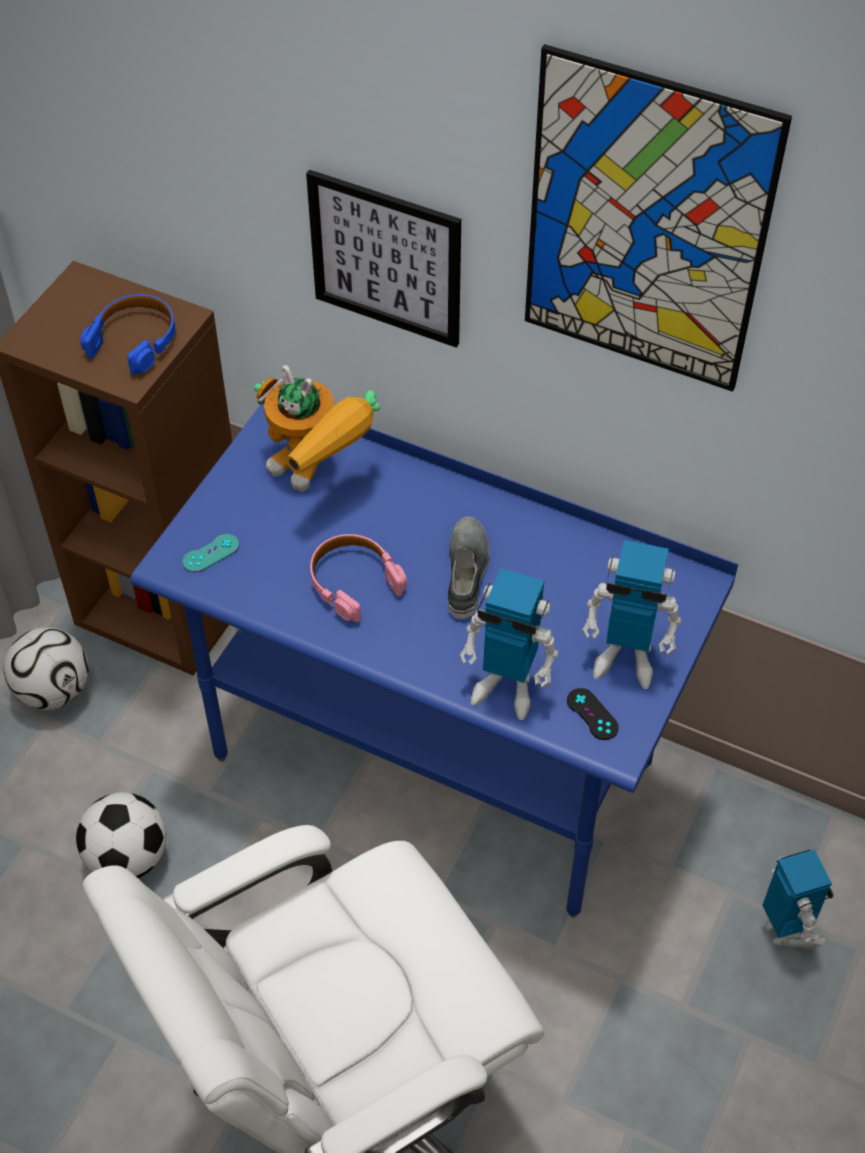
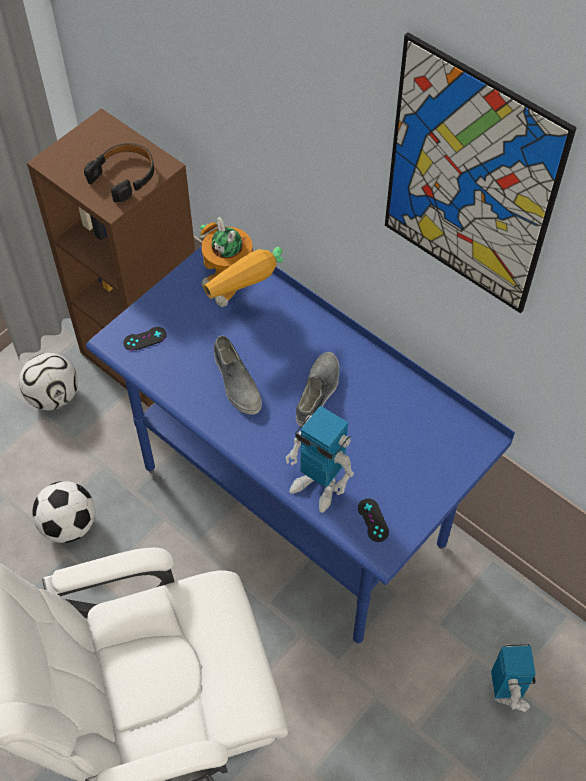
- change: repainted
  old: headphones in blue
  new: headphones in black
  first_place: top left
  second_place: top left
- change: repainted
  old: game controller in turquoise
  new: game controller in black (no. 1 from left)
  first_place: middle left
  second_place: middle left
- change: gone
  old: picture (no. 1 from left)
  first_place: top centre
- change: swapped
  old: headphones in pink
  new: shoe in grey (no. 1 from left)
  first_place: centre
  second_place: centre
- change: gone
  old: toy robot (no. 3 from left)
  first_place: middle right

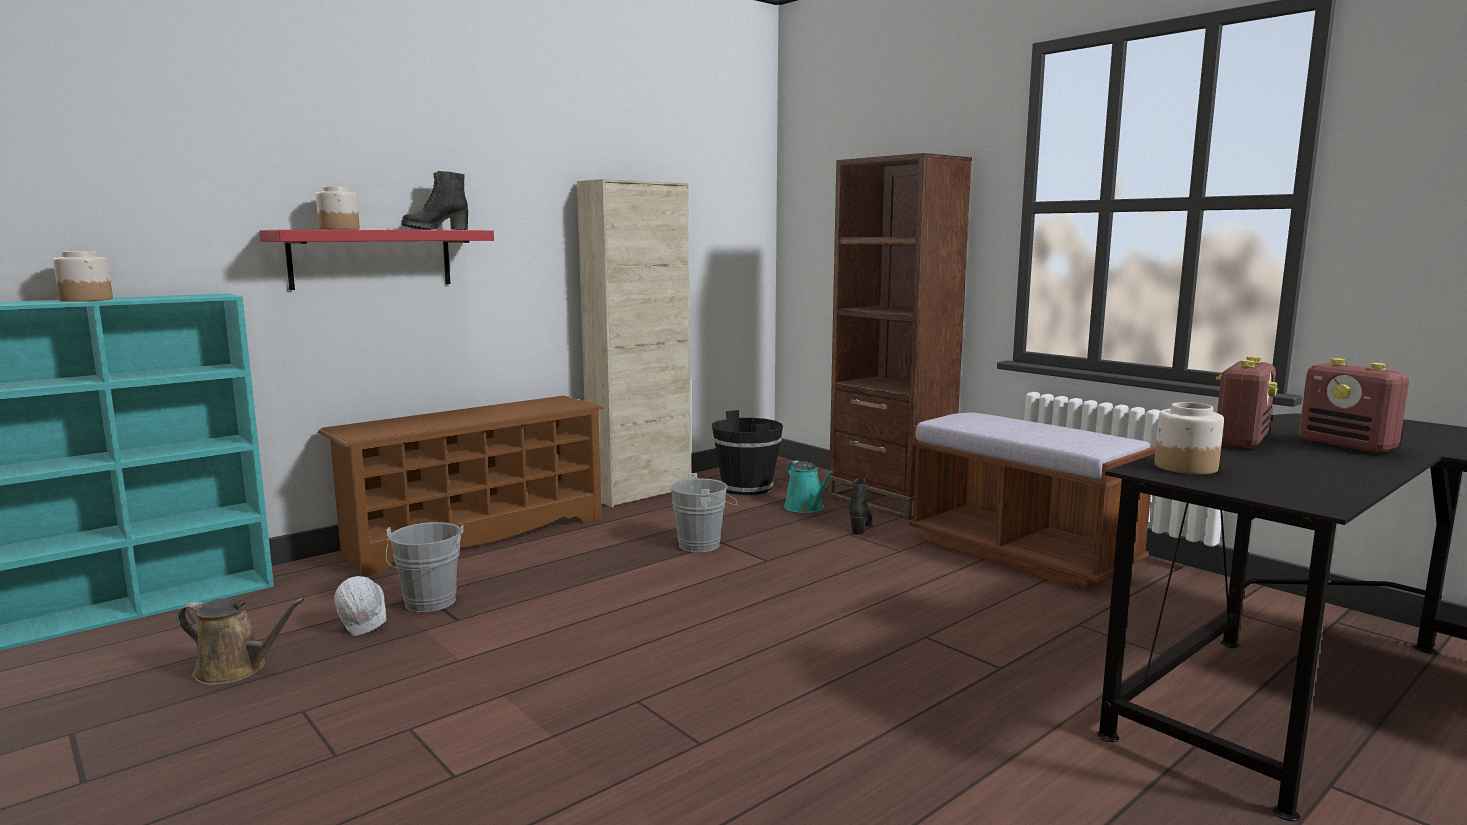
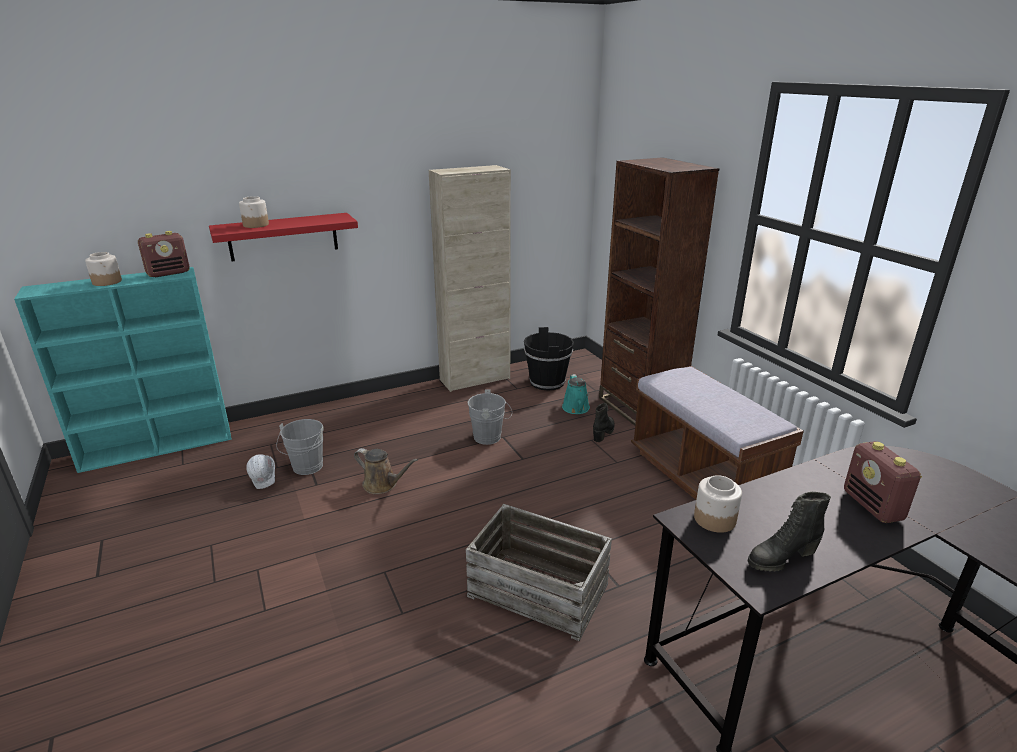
- change: shifted
  old: watering can in brown
  first_place: bottom left
  second_place: centre
- change: gone
  old: shoe rack in brown
  first_place: middle left
- change: shifted
  old: boot in black (no. 1 from left in the first image)
  new: boot in black (no. 2 from left)
  first_place: top left
  second_place: bottom right
- change: shifted
  old: radio (no. 1 from left)
  first_place: middle right
  second_place: middle left
- change: new
  new: crate
  second_place: bottom centre

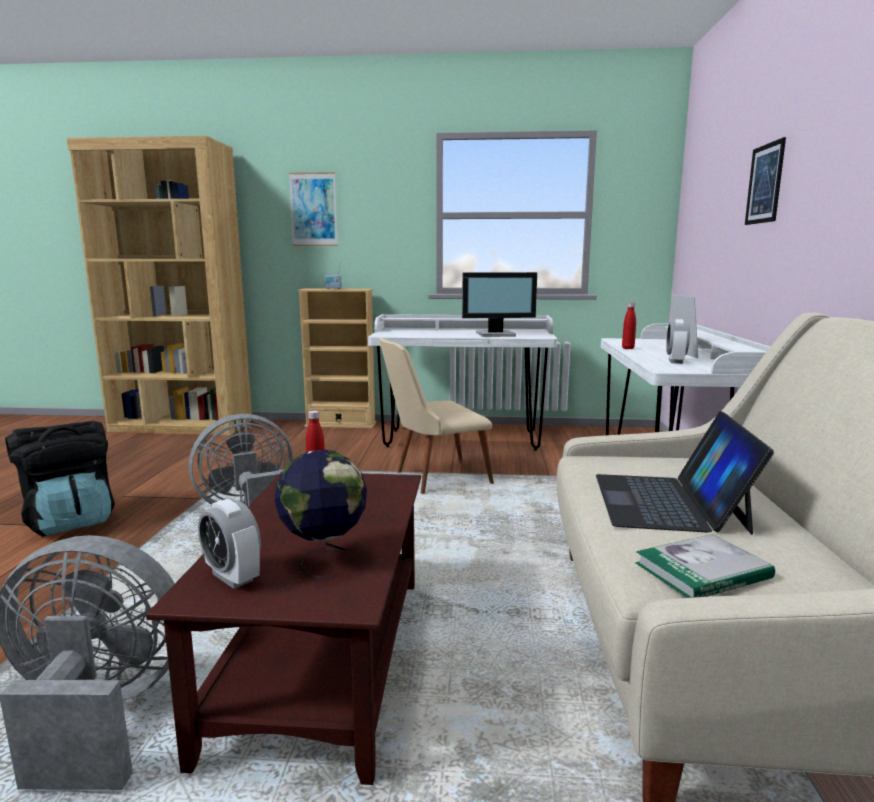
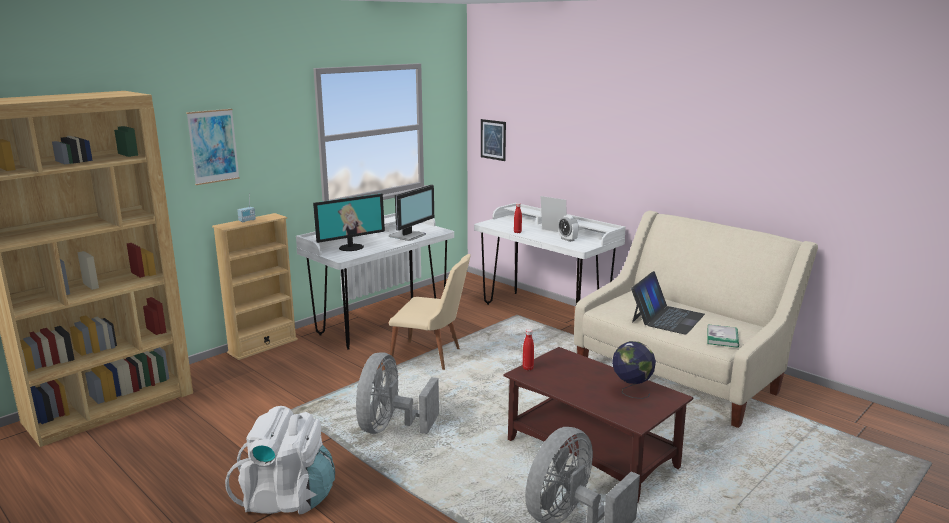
- change: repainted
  old: backpack in black
  new: backpack in white
  first_place: middle left
  second_place: bottom left
- change: gone
  old: alarm clock (no. 1 from left)
  first_place: bottom left
- change: rotated
  old: chair in beige
  first_place: centre
  second_place: centre
  degrees: -90
- change: rotated
  old: laptop
  first_place: middle right
  second_place: middle right
  degrees: -105
- change: shifted
  old: picture (no. 2 from left)
  first_place: top right
  second_place: top centre
- change: new
  new: monitor (no. 1 from left)
  second_place: centre

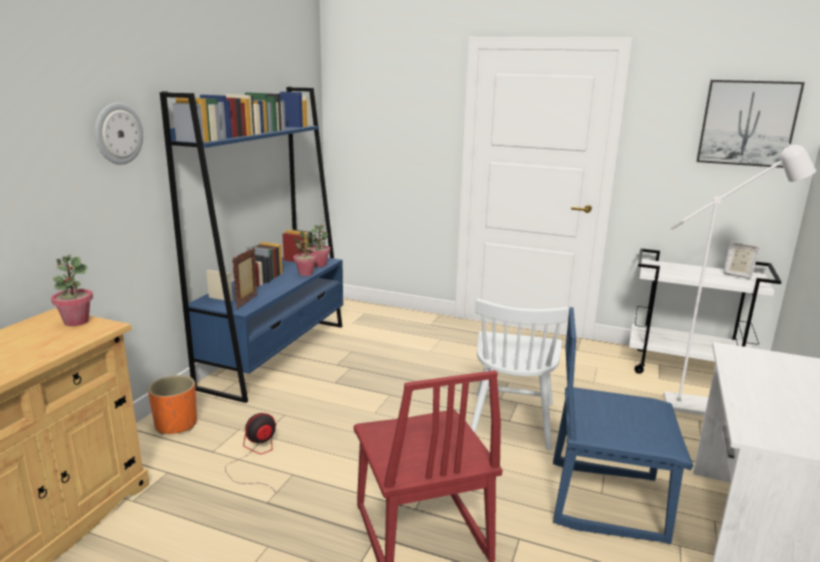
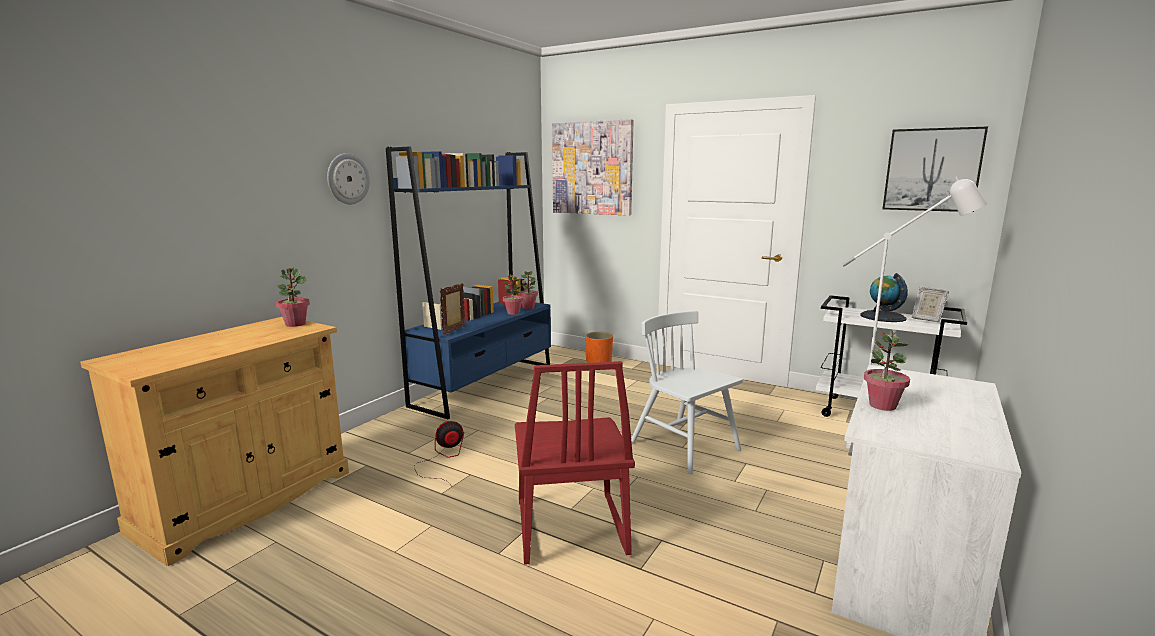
- change: shifted
  old: planter in orange
  first_place: bottom left
  second_place: centre
- change: rotated
  old: chair in white
  first_place: centre
  second_place: centre
  degrees: 120
- change: gone
  old: chair in blue
  first_place: bottom right
- change: new
  new: picture (no. 1 from left)
  second_place: top centre
- change: new
  new: globe
  second_place: middle right
- change: new
  new: potted plant (no. 4 from left)
  second_place: middle right

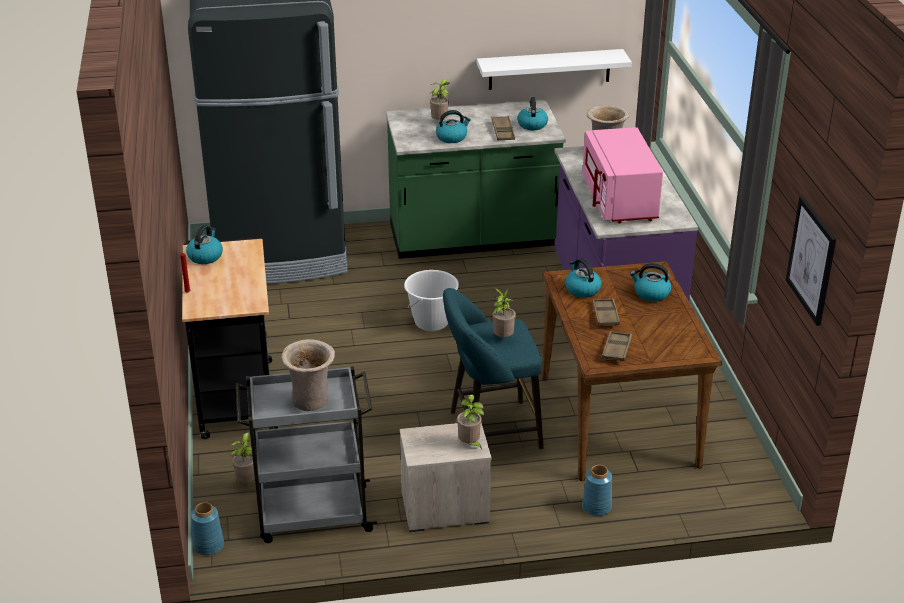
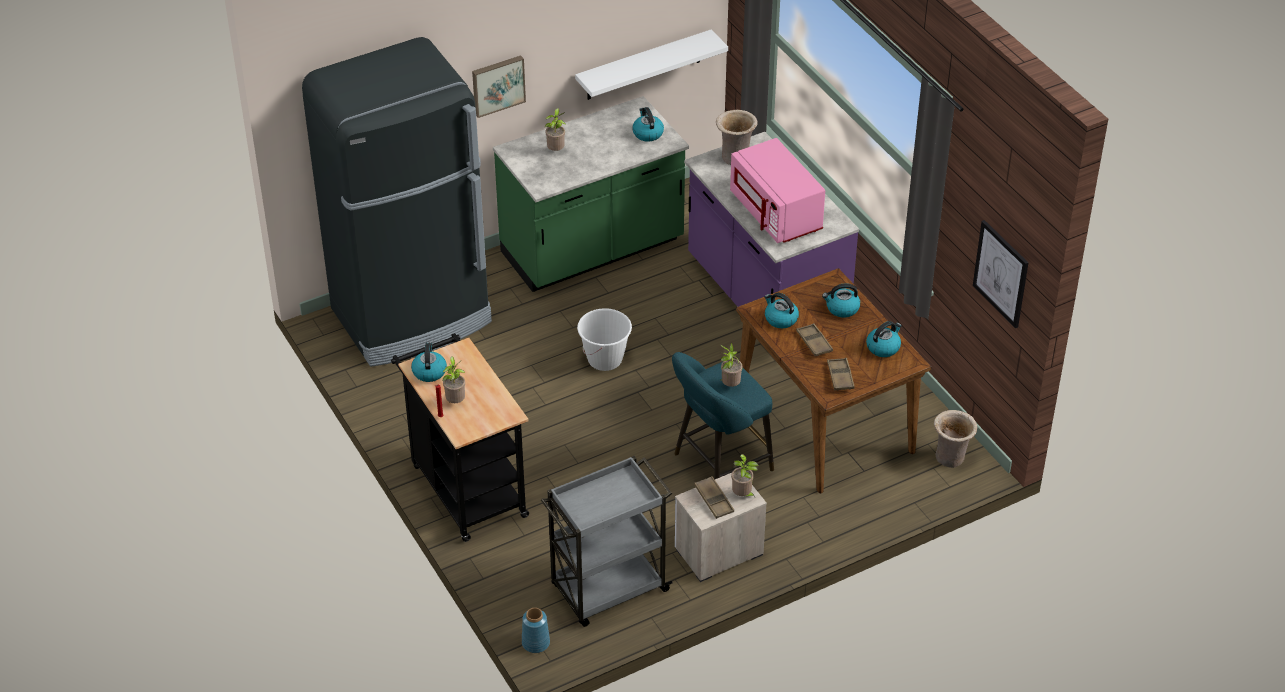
- change: shifted
  old: potted plant (no. 1 from left)
  first_place: bottom left
  second_place: centre
- change: shifted
  old: vase in beige (no. 1 from left in the first image)
  new: vase in beige (no. 2 from left)
  first_place: centre
  second_place: middle right
- change: shifted
  old: kettle (no. 2 from left in the first image)
  new: kettle (no. 5 from left)
  first_place: top centre
  second_place: middle right
- change: shifted
  old: tray in brown (no. 1 from left)
  first_place: top centre
  second_place: bottom centre
- change: gone
  old: vase in blue (no. 2 from left)
  first_place: bottom centre
- change: new
  new: picture (no. 1 from left)
  second_place: top centre

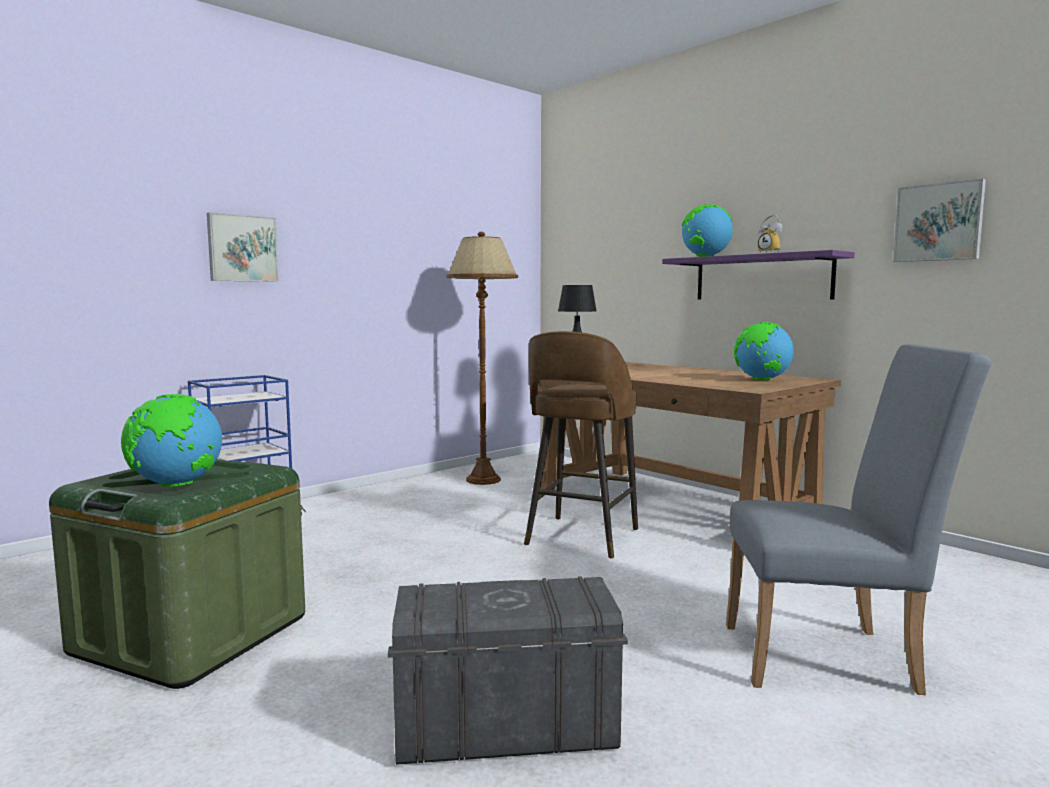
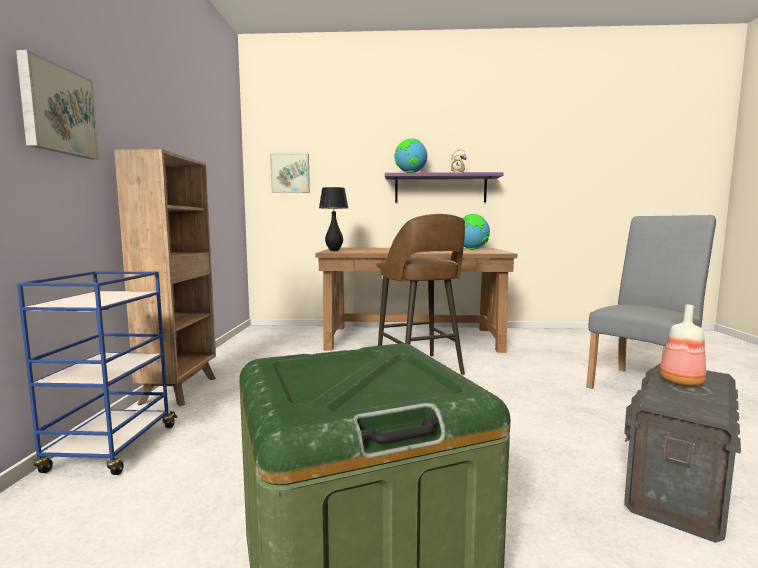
- change: gone
  old: globe (no. 1 from left)
  first_place: middle left
- change: gone
  old: floor lamp in brown
  first_place: centre
- change: shifted
  old: picture (no. 2 from left)
  first_place: top right
  second_place: top centre
- change: new
  new: bookcase in brown
  second_place: middle left
- change: new
  new: bottle
  second_place: middle right

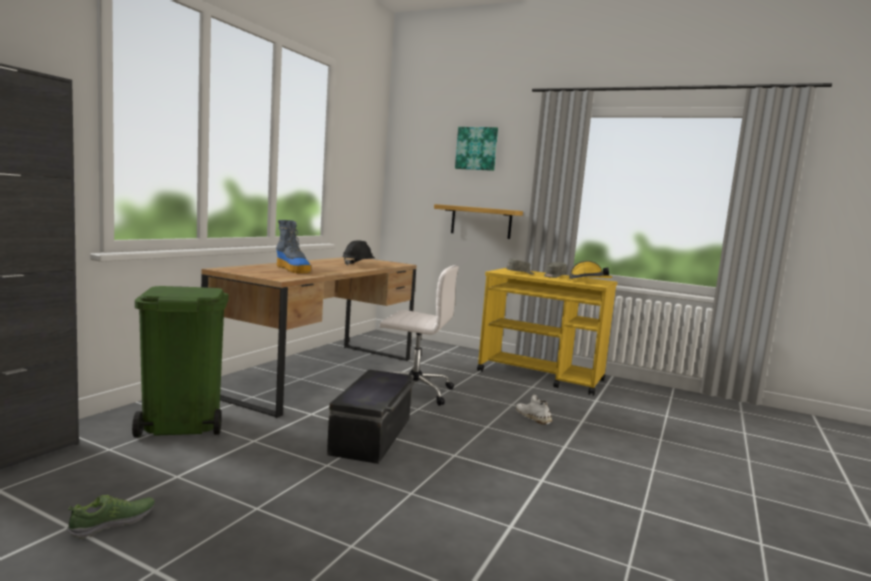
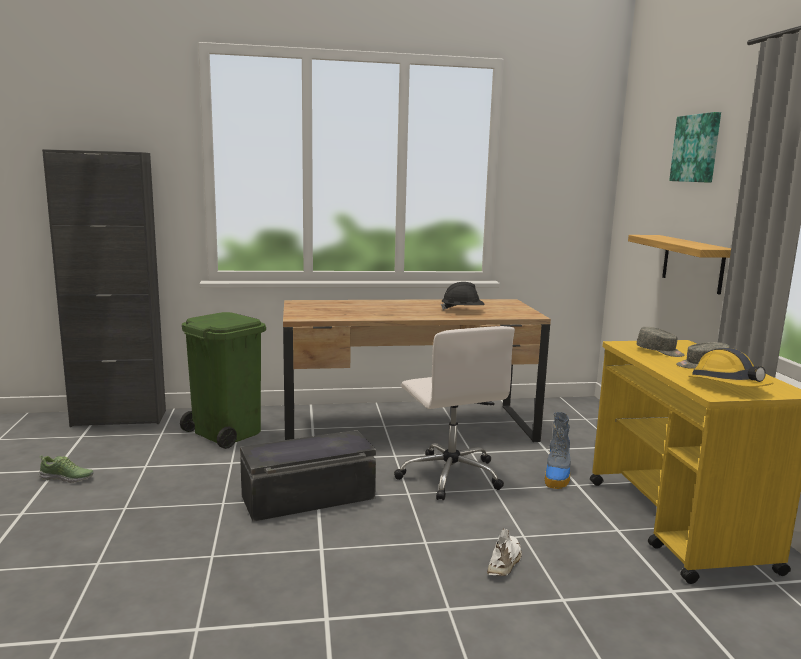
- change: shifted
  old: boot
  first_place: centre
  second_place: bottom right

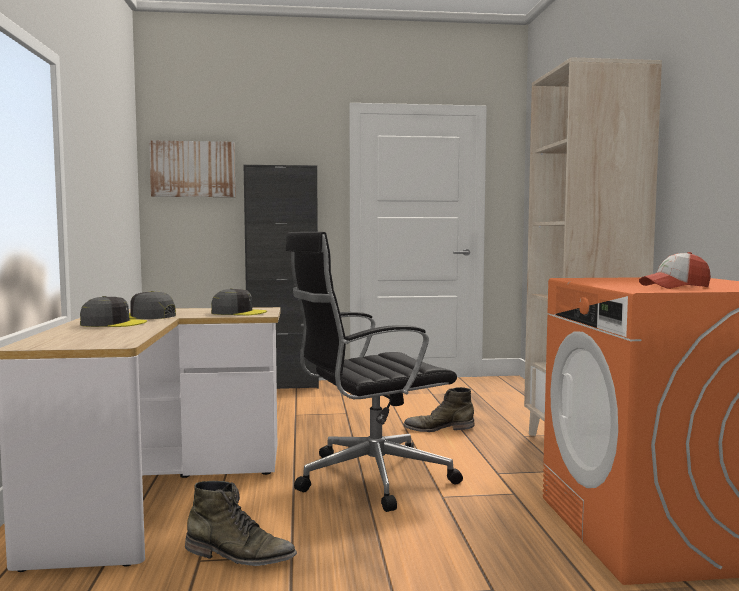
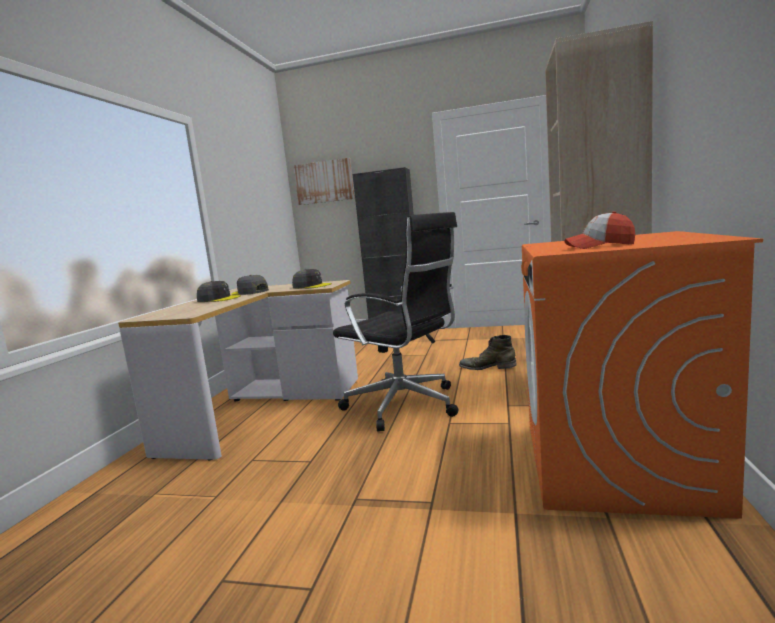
- change: gone
  old: boot in green (no. 1 from left)
  first_place: bottom left
- change: rotated
  old: office chair in black
  first_place: centre
  second_place: centre
  degrees: -135

